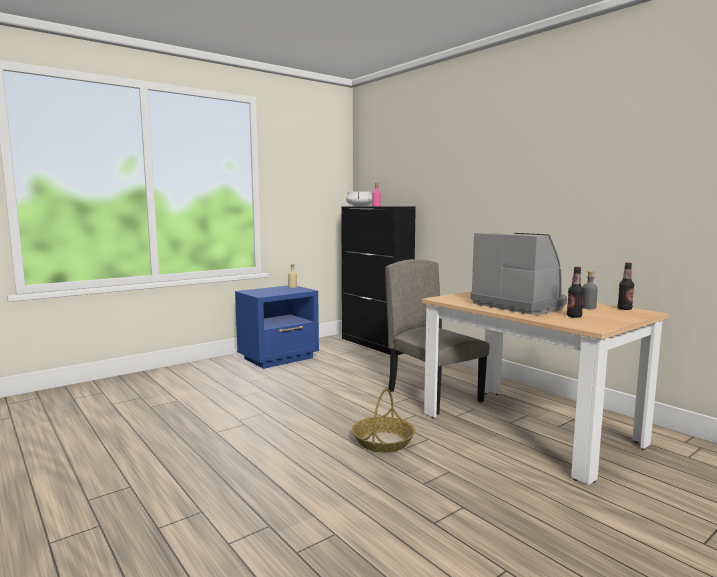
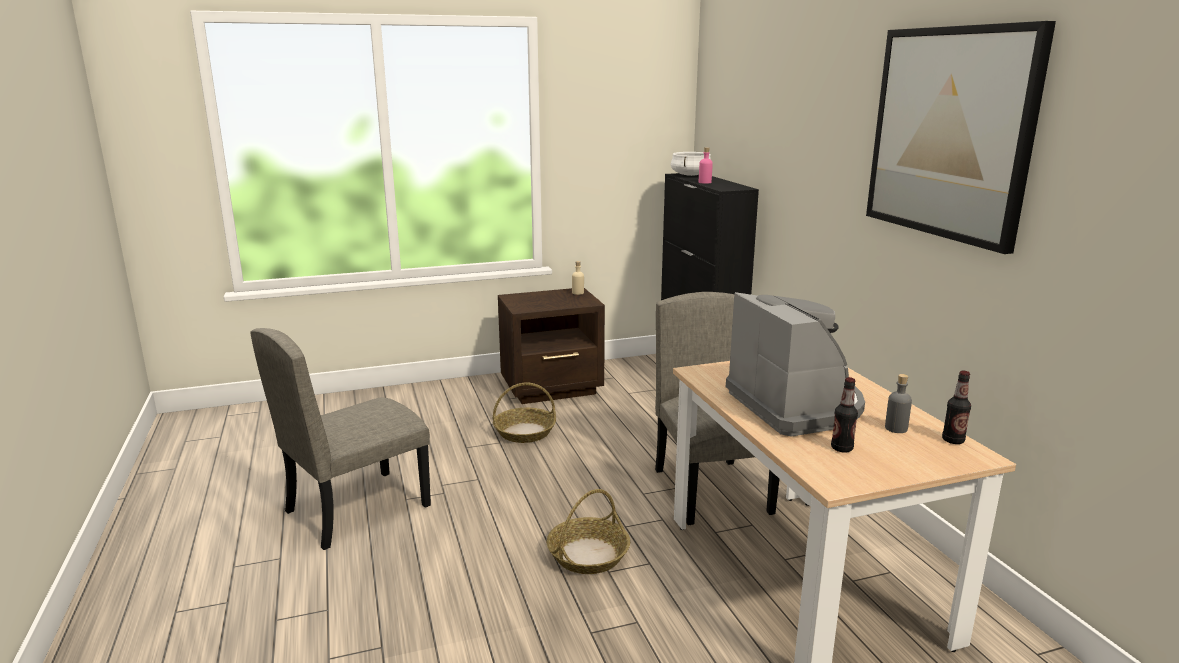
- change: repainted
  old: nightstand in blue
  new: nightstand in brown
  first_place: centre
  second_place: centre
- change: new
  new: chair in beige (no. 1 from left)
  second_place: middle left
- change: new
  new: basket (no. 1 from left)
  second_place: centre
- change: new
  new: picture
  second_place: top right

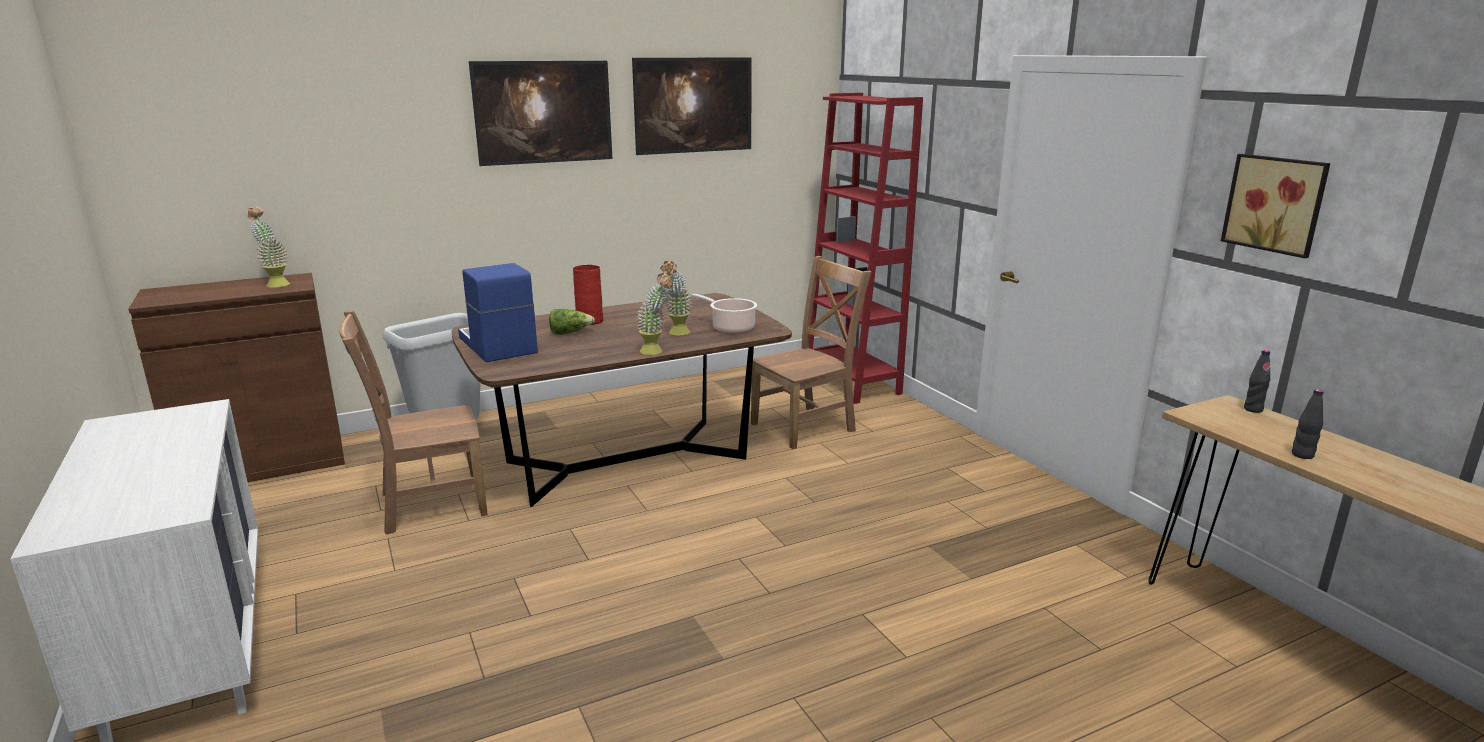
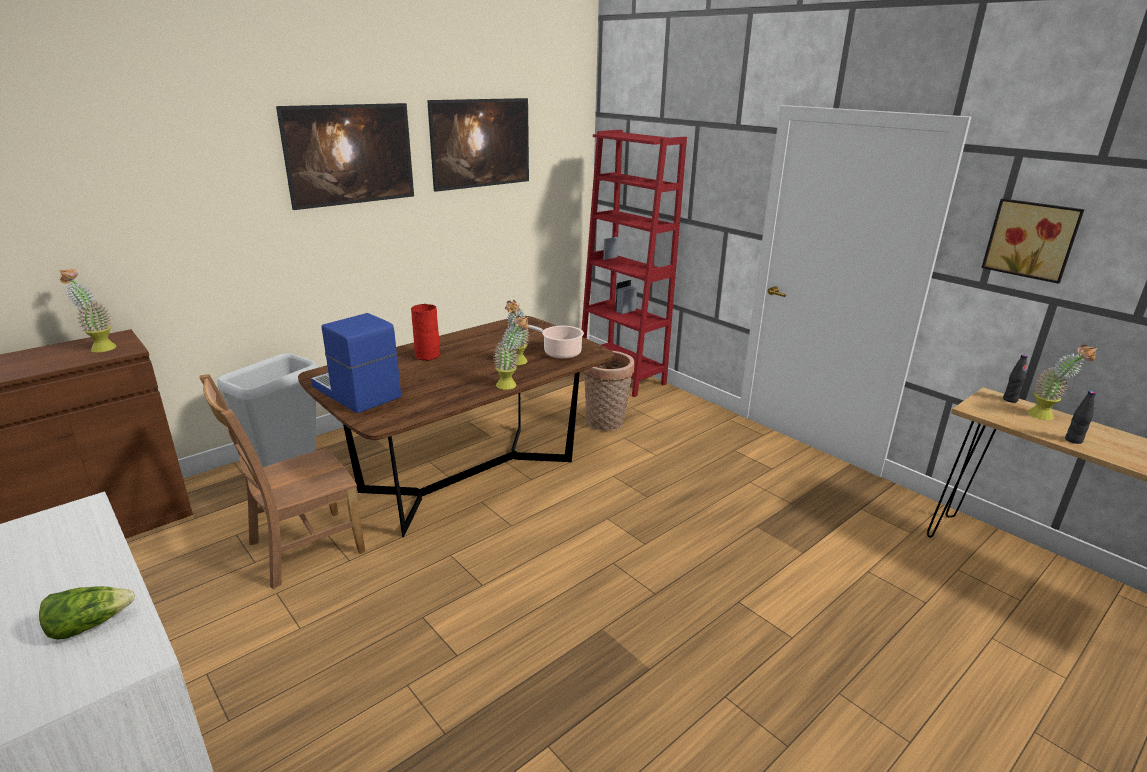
- change: shifted
  old: lettuce
  first_place: centre
  second_place: bottom left
- change: swapped
  old: chair in brown (no. 2 from left)
  new: basket
  first_place: centre
  second_place: centre
- change: new
  new: potted plant (no. 4 from left)
  second_place: middle right

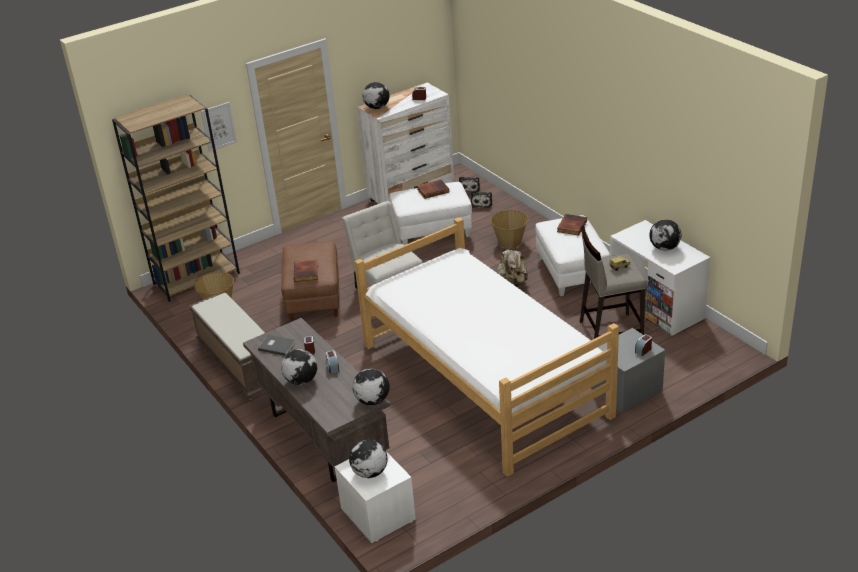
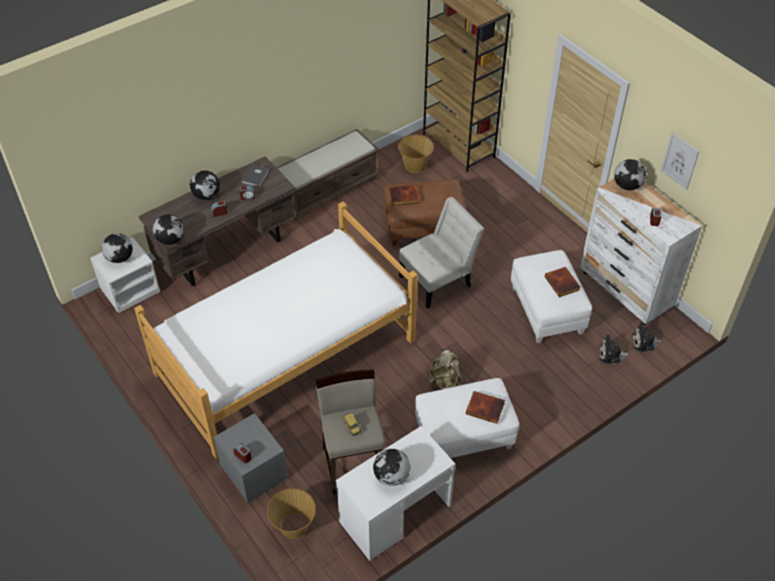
- change: shifted
  old: picture
  first_place: top left
  second_place: top right
- change: shifted
  old: basket (no. 2 from left in the first image)
  new: basket (no. 1 from left)
  first_place: centre
  second_place: bottom centre

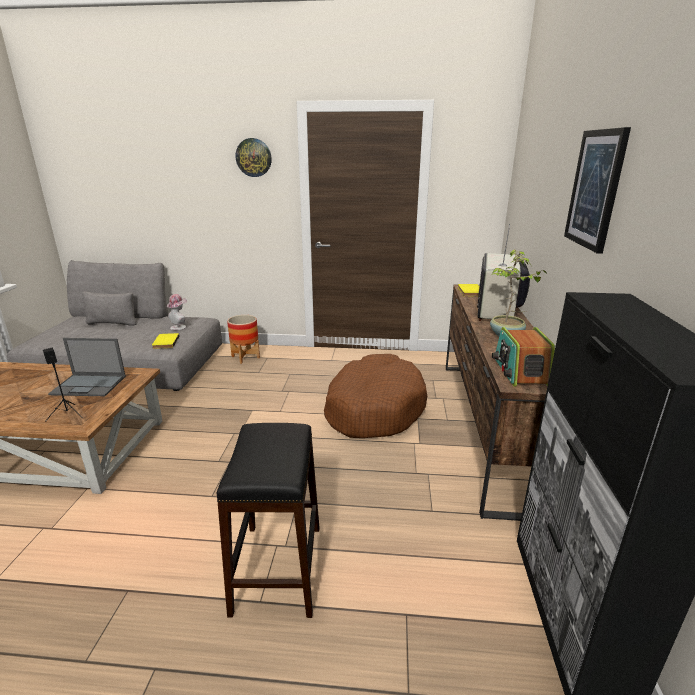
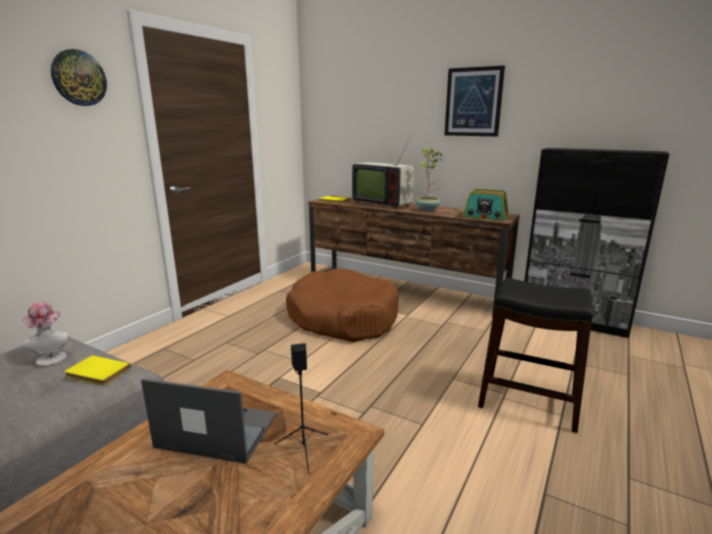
- change: rotated
  old: laptop
  first_place: middle left
  second_place: bottom left
  degrees: -105
- change: gone
  old: planter
  first_place: centre

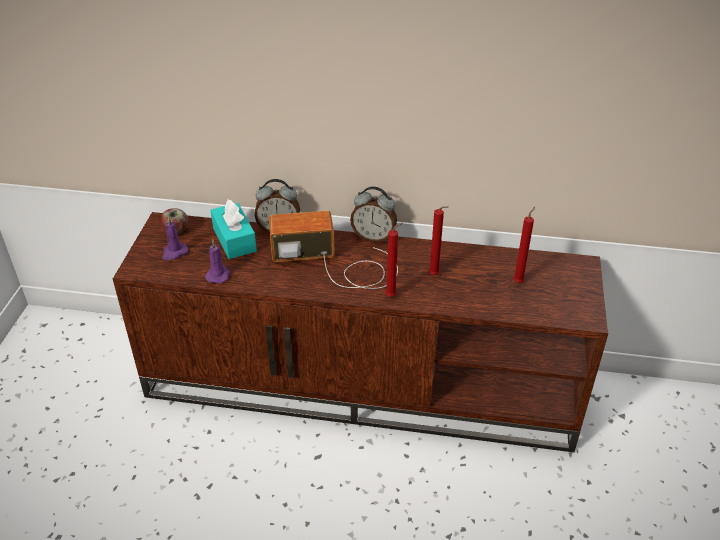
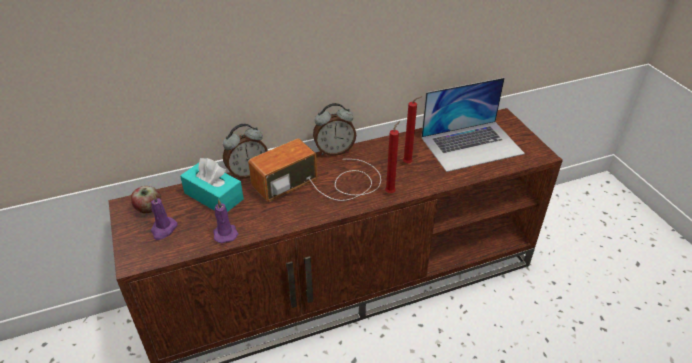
- change: swapped
  old: candle in red (no. 3 from left)
  new: laptop
  first_place: middle right
  second_place: middle right

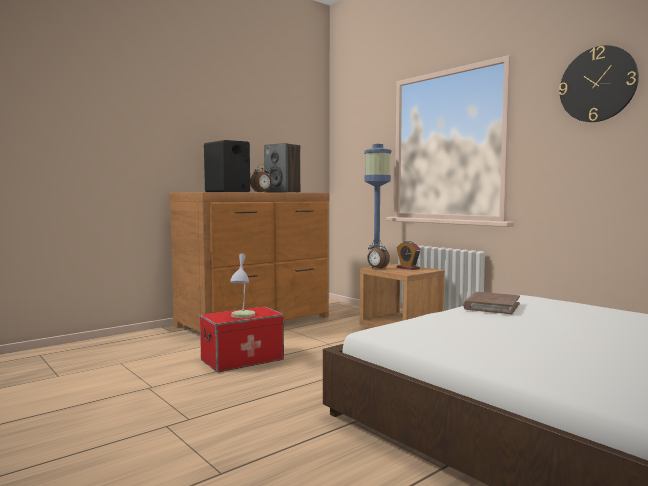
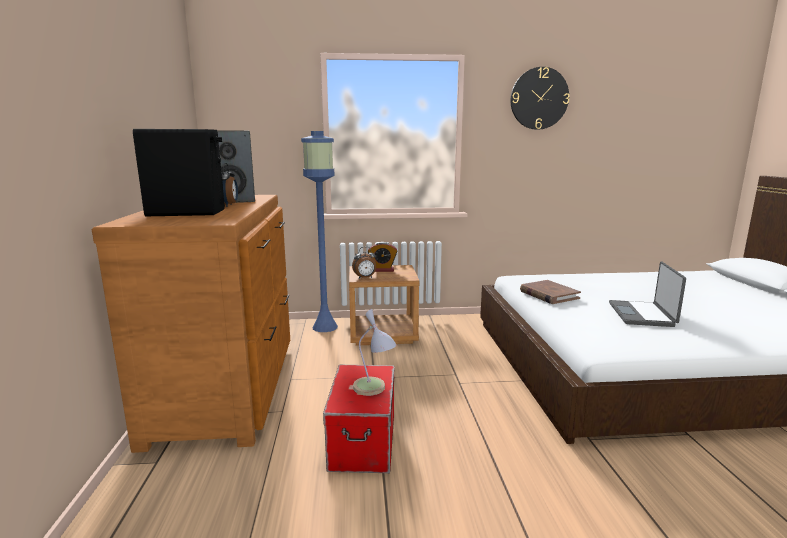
- change: new
  new: laptop
  second_place: middle right

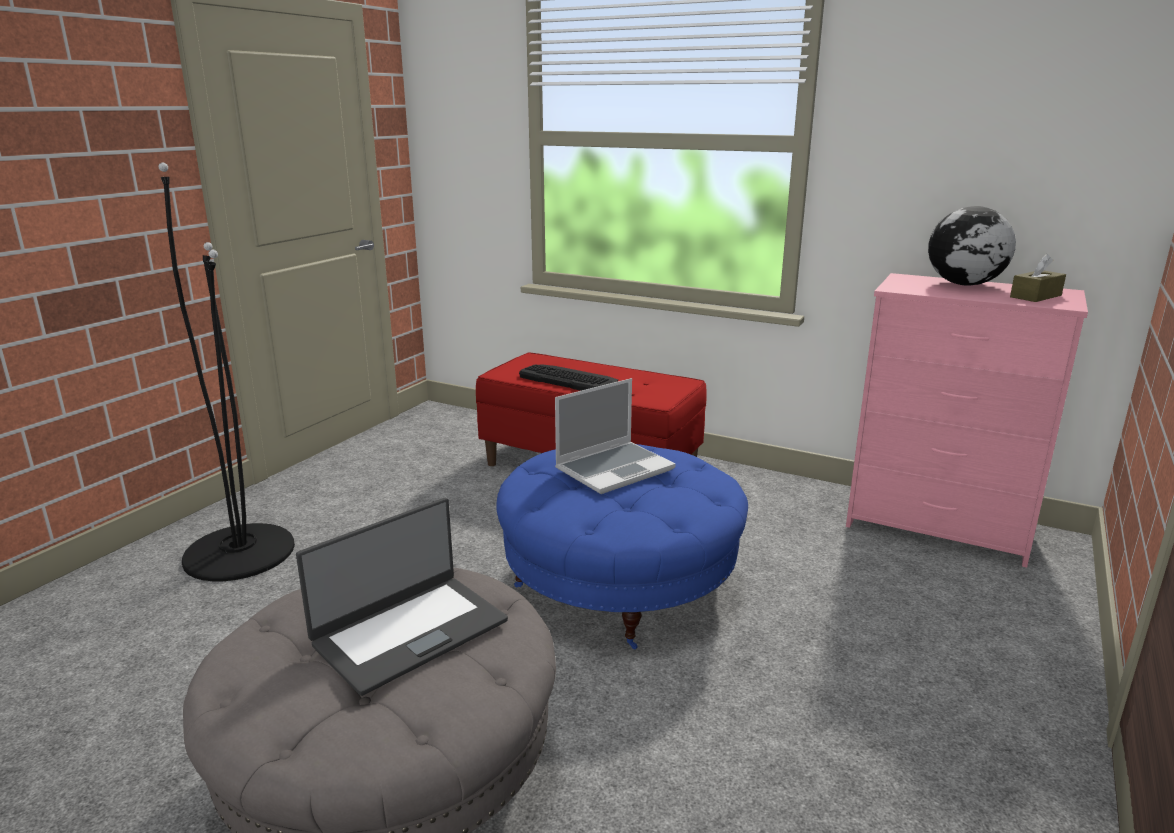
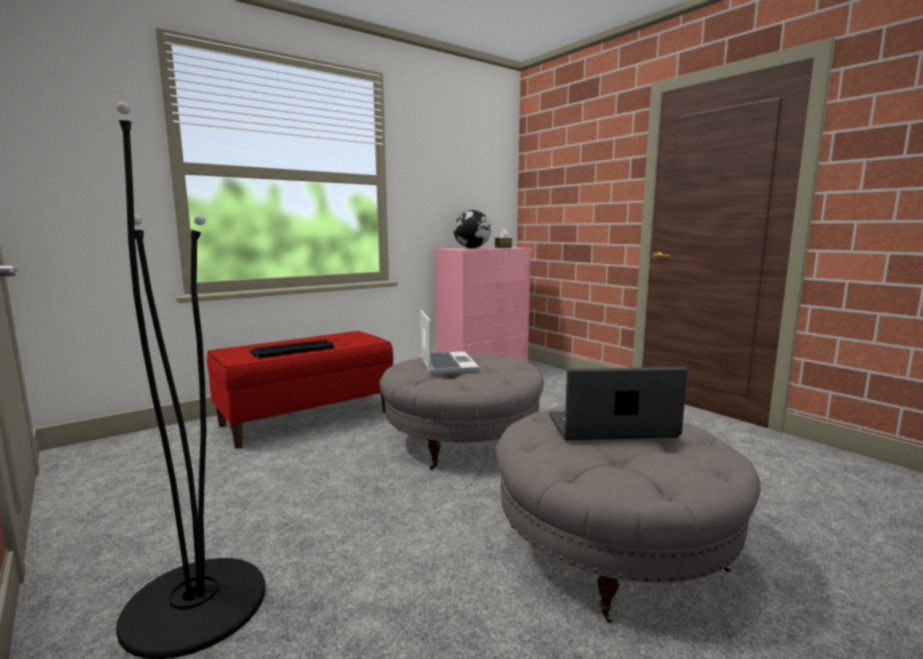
- change: rotated
  old: laptop (no. 1 from left in the first image)
  first_place: bottom centre
  second_place: middle right
  degrees: -75
- change: repainted
  old: ottoman in blue
  new: ottoman in grey (no. 1 from left)
  first_place: centre
  second_place: centre

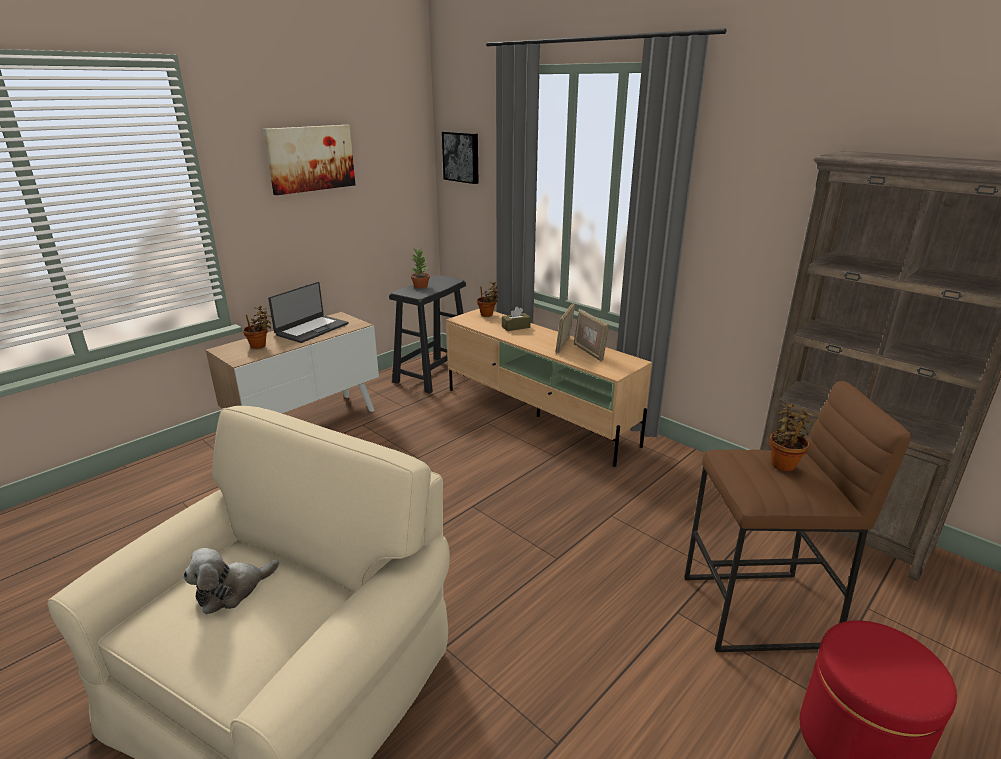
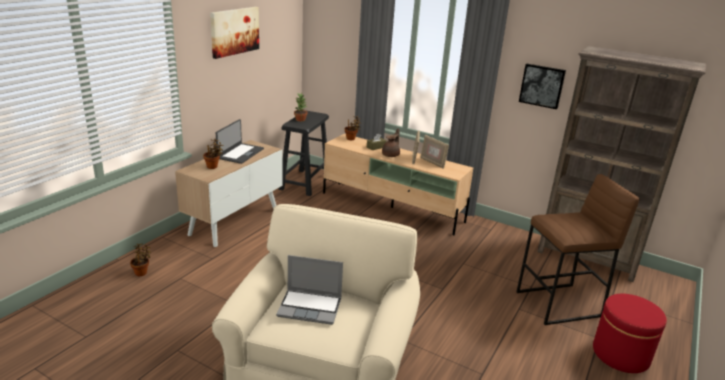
- change: swapped
  old: plush toy
  new: laptop (no. 2 from left)
  first_place: bottom left
  second_place: bottom centre
- change: shifted
  old: picture (no. 2 from left)
  first_place: top centre
  second_place: top right
- change: shifted
  old: potted plant (no. 4 from left in the first image)
  new: potted plant (no. 1 from left)
  first_place: middle right
  second_place: bottom left
- change: new
  new: teapot in brown
  second_place: centre

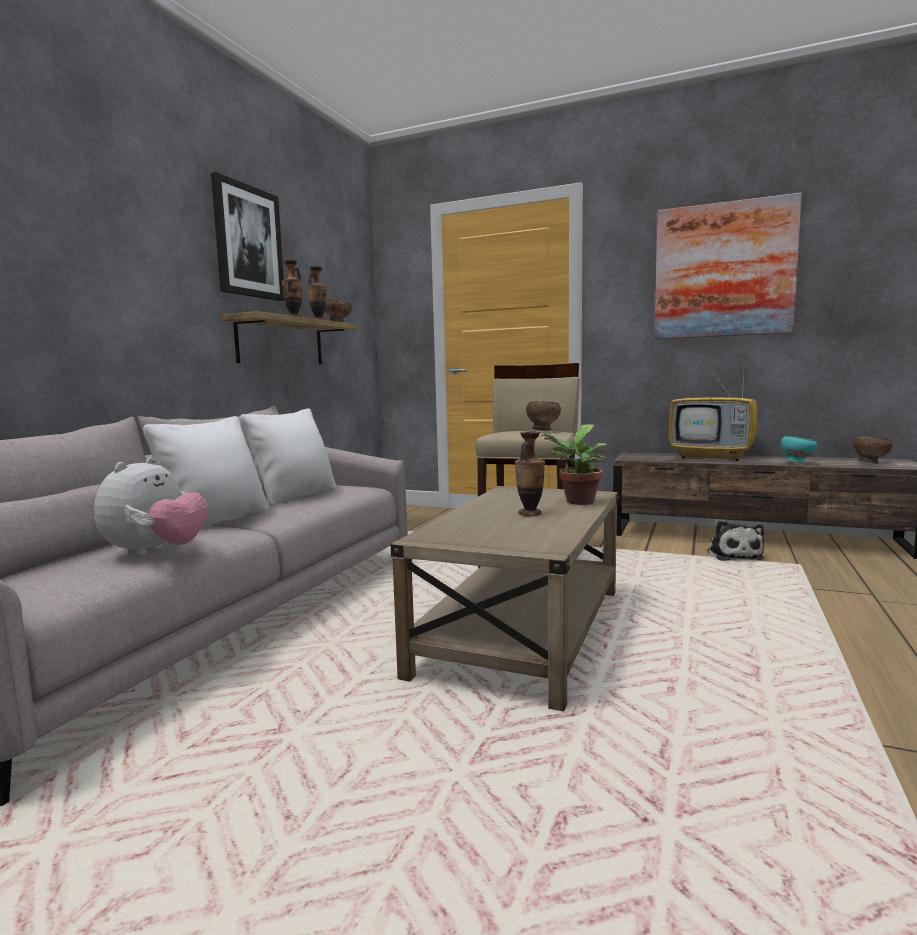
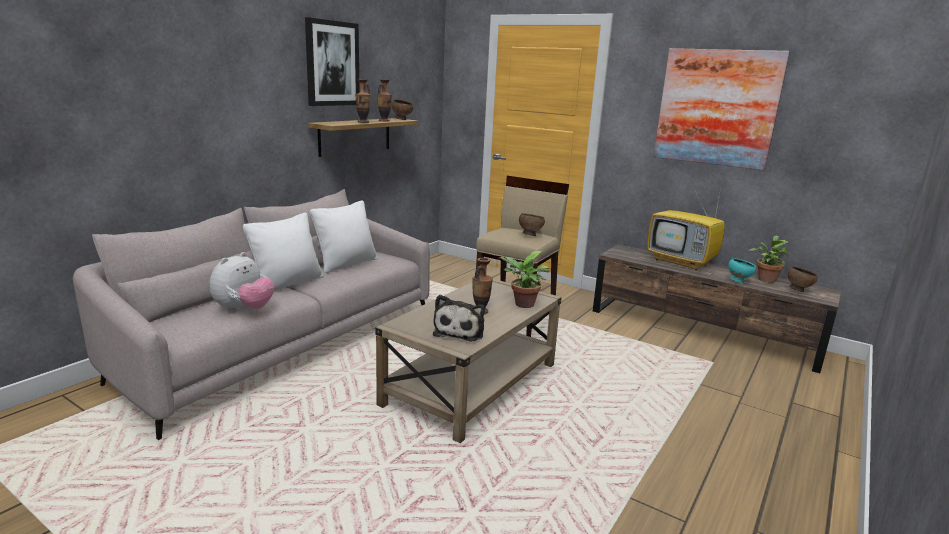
- change: shifted
  old: plush toy (no. 2 from left)
  first_place: middle right
  second_place: centre
- change: new
  new: potted plant (no. 2 from left)
  second_place: middle right

